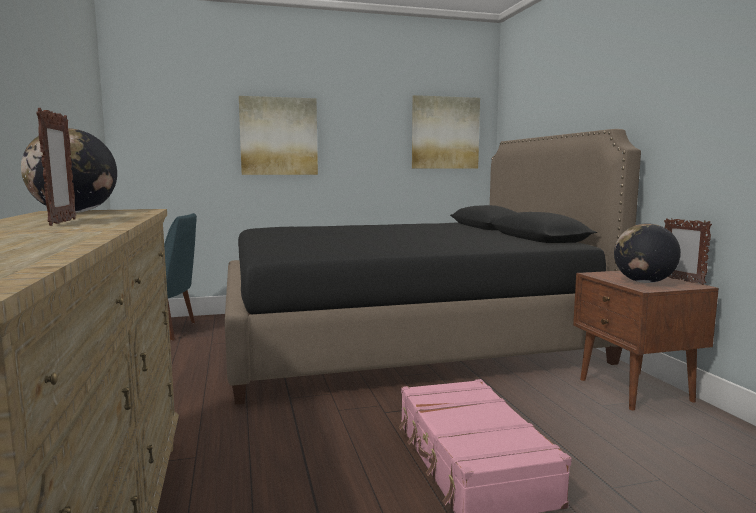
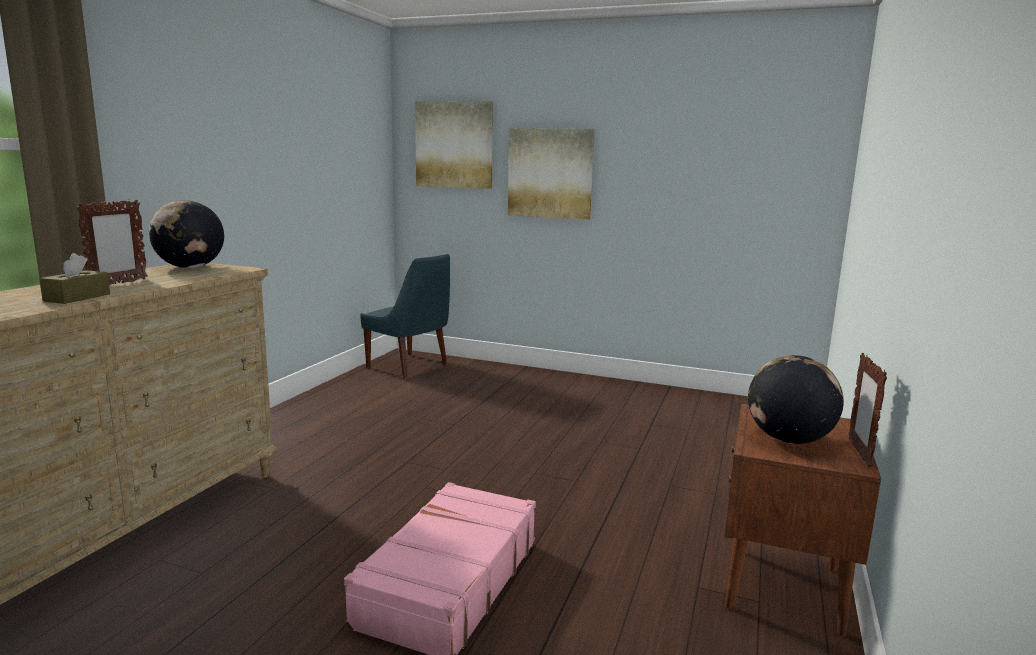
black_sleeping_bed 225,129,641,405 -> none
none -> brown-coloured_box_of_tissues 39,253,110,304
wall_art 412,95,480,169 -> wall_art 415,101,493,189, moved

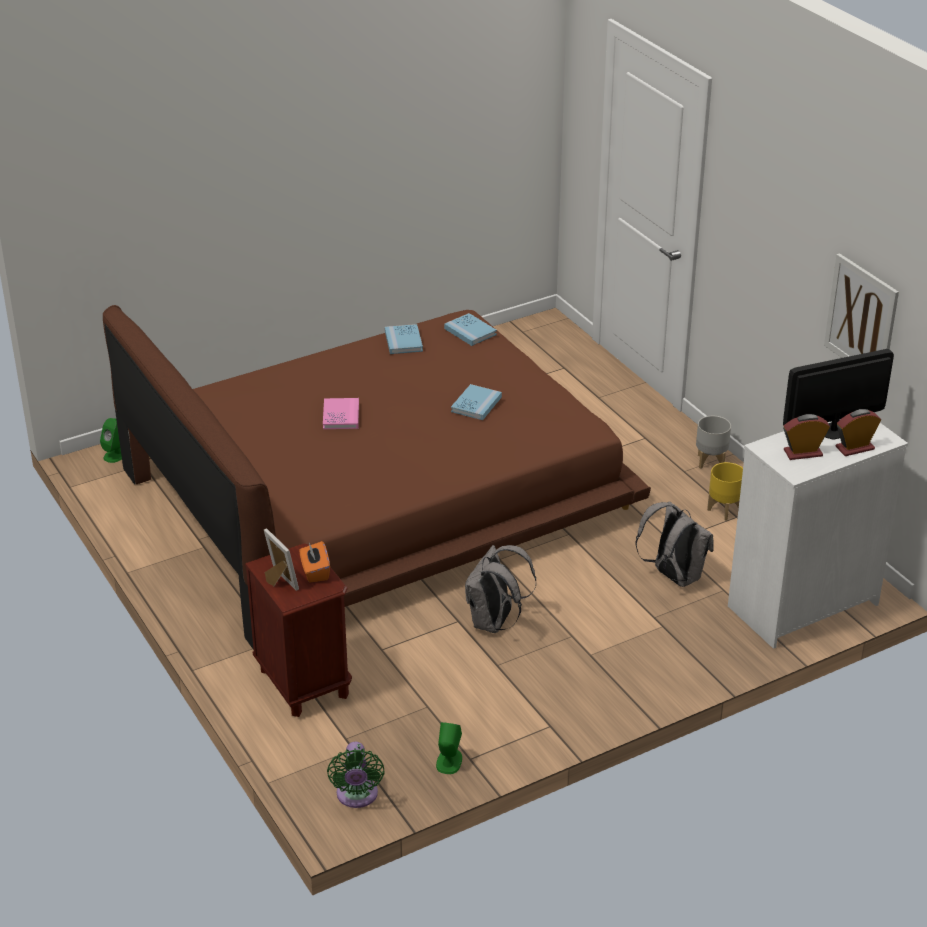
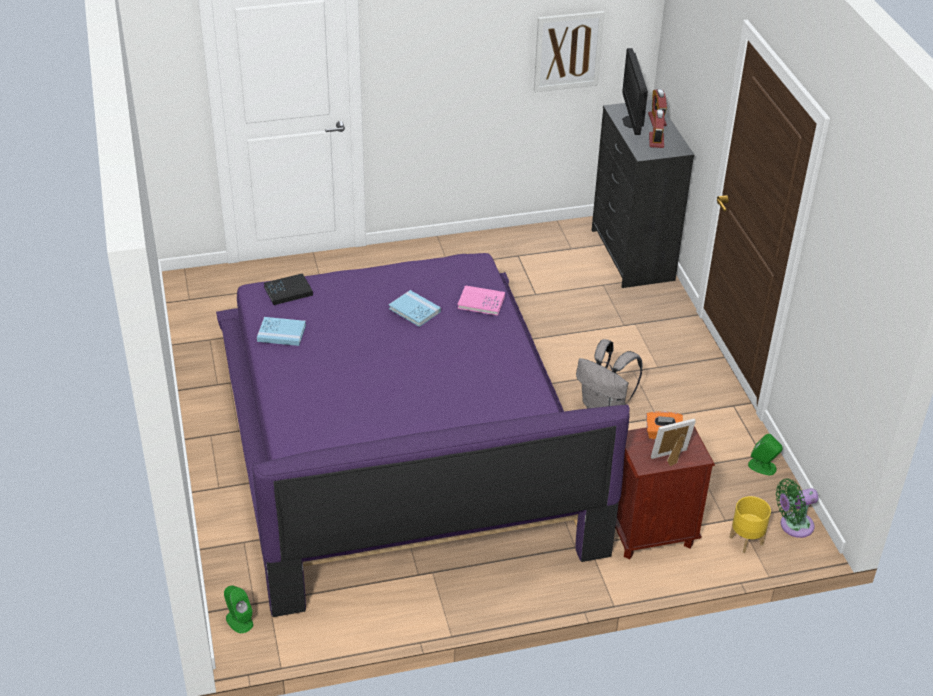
grey_knapsack 635,501,714,587 -> none
grey_flower_pot 696,416,731,469 -> none
pink-coloured_bound_book 323,398,359,429 -> pink-coloured_bound_book 457,285,505,316, moved
yellow_flower_pot 707,462,743,520 -> yellow_flower_pot 729,496,771,553, moved
brown-coloured_sleeping_bed 103,305,651,650 -> purple_sleeping_bed 216,253,630,617
bluish_bound_book 444,313,497,346 -> black_bound_book 264,273,313,305
whitish_dresser 728,419,908,649 -> black_dresser 592,100,694,288
green_fan 327,742,385,808 -> green_fan 776,478,818,538, 150 degrees clockwise

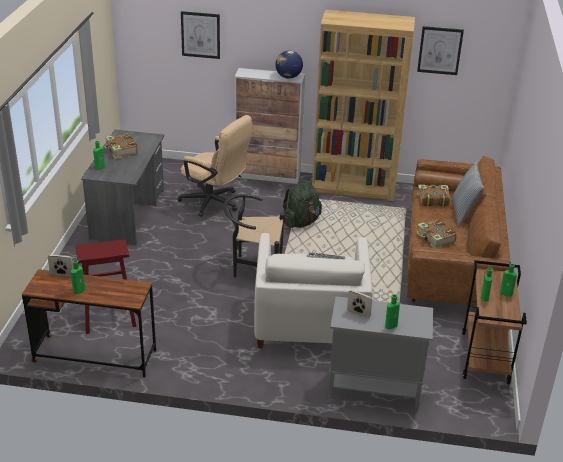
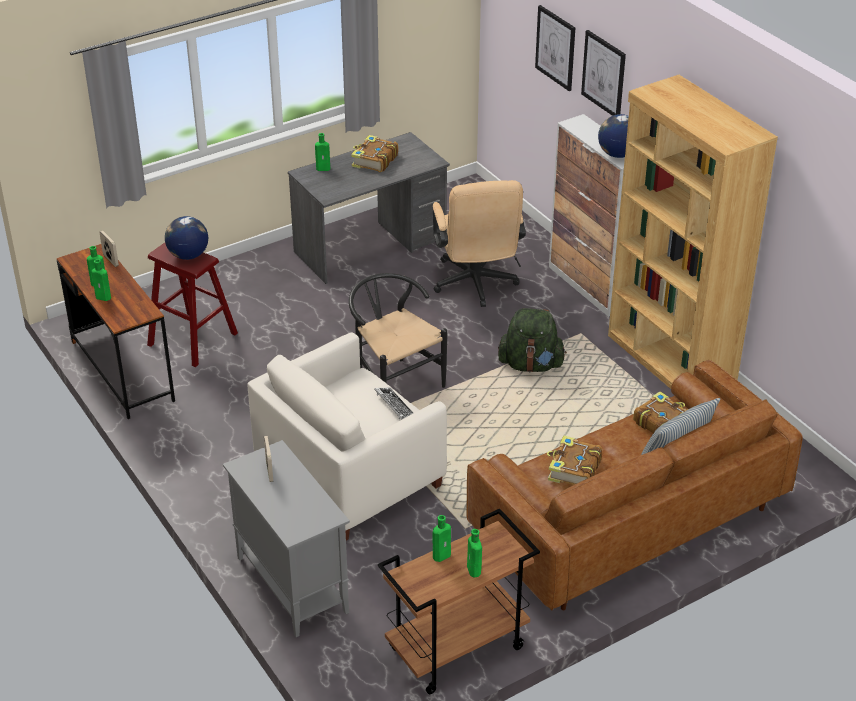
none -> globe 165,216,208,260
green_beverage_bottle 385,294,400,329 -> green_beverage_bottle 91,259,111,301, moved
wall_art 417,26,464,75 -> wall_art 581,30,626,116, moved

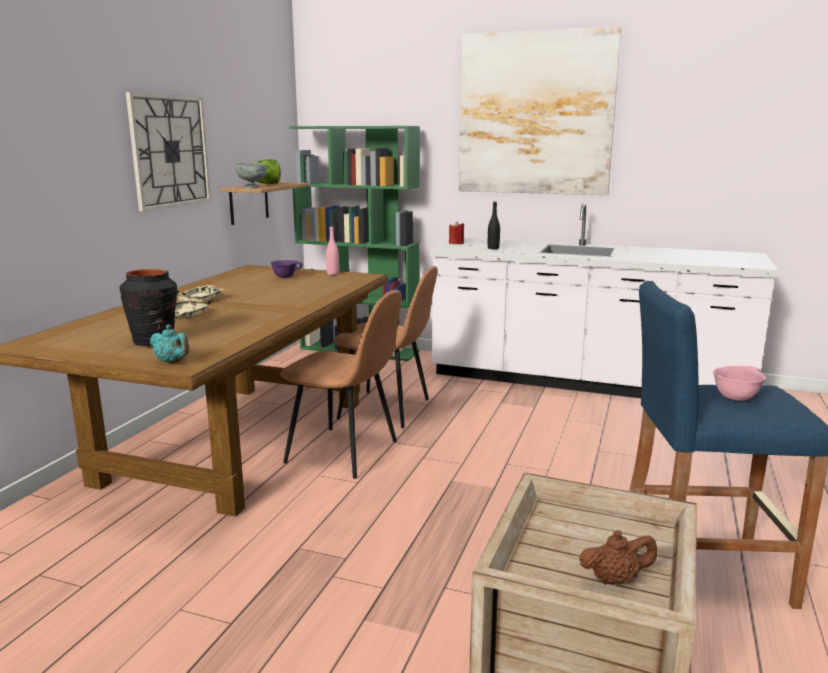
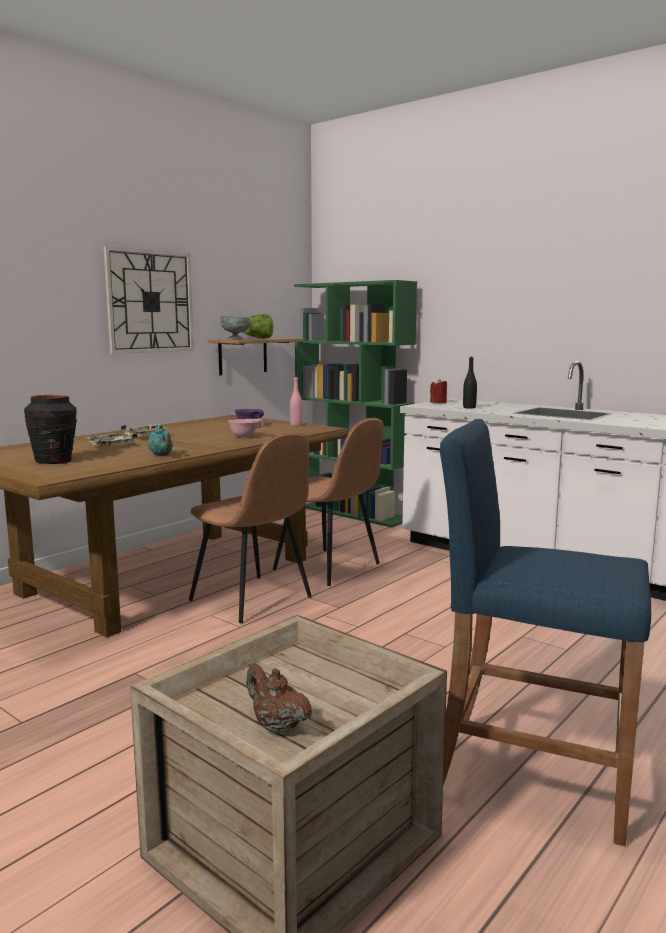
wall_art 459,26,622,195 -> none
turquoise_teapot 150,324,189,363 -> turquoise_teapot 148,425,173,456, moved
pink-coloured_serving_bowl 713,366,766,401 -> pink-coloured_serving_bowl 228,419,264,438, moved
brown-coloured_teapot 579,530,657,585 -> brown-coloured_teapot 246,664,312,734, 150 degrees counterclockwise

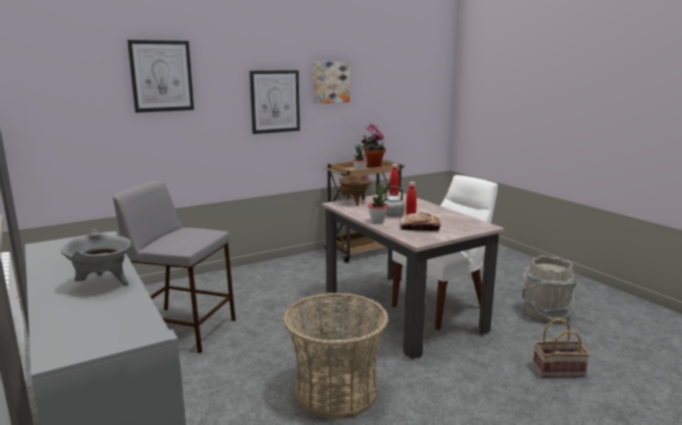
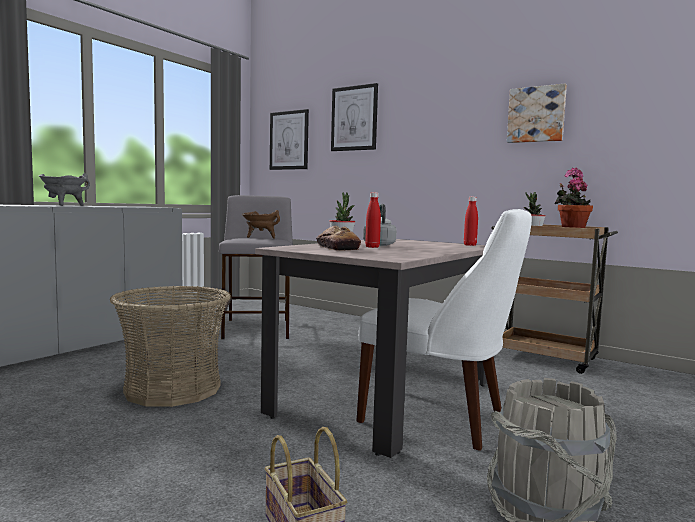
wall_art 250,70,300,134 -> wall_art 270,109,309,170, moved
brown-coloured_stockpot 339,173,372,206 -> brown-coloured_stockpot 242,210,280,239, moved

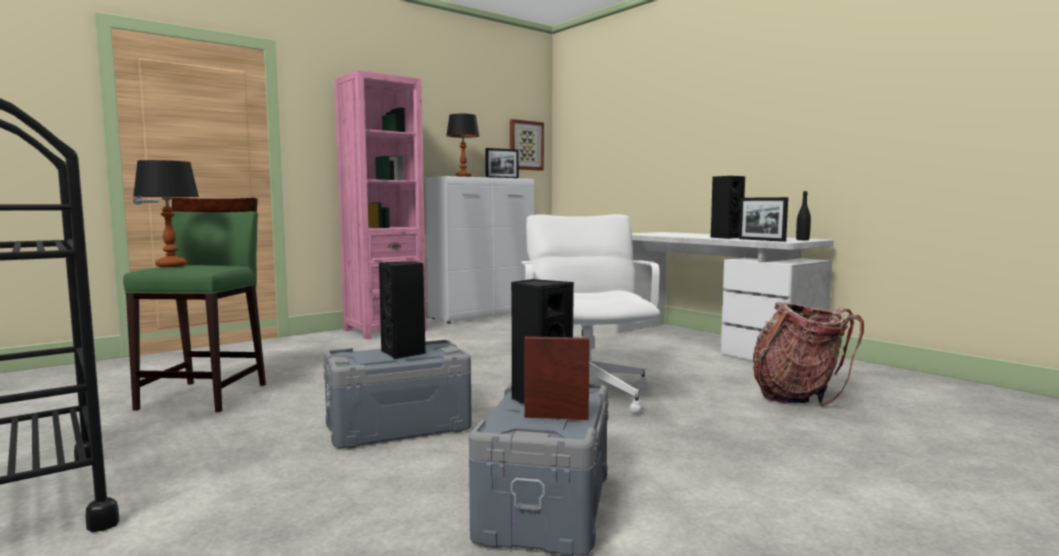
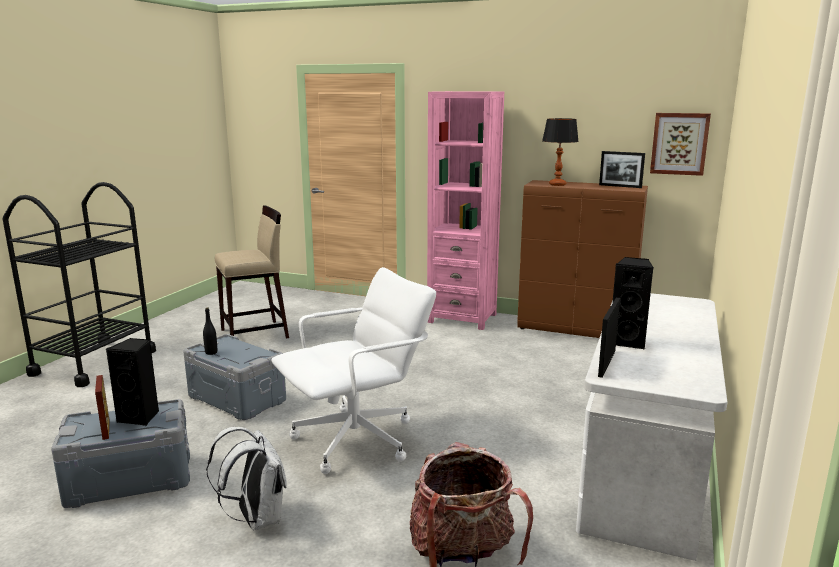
table_lamp 133,160,199,267 -> none
black_audio_speaker 379,261,426,359 -> none
none -> whitish_knapsack 206,427,287,530
black_beverage_bottle 796,191,811,240 -> black_beverage_bottle 203,308,217,355, moved
green_stool 123,198,266,412 -> beige_stool 215,205,289,339
whitish_storage_cabinet 425,176,534,324 -> brown-coloured_storage_cabinet 517,180,648,338

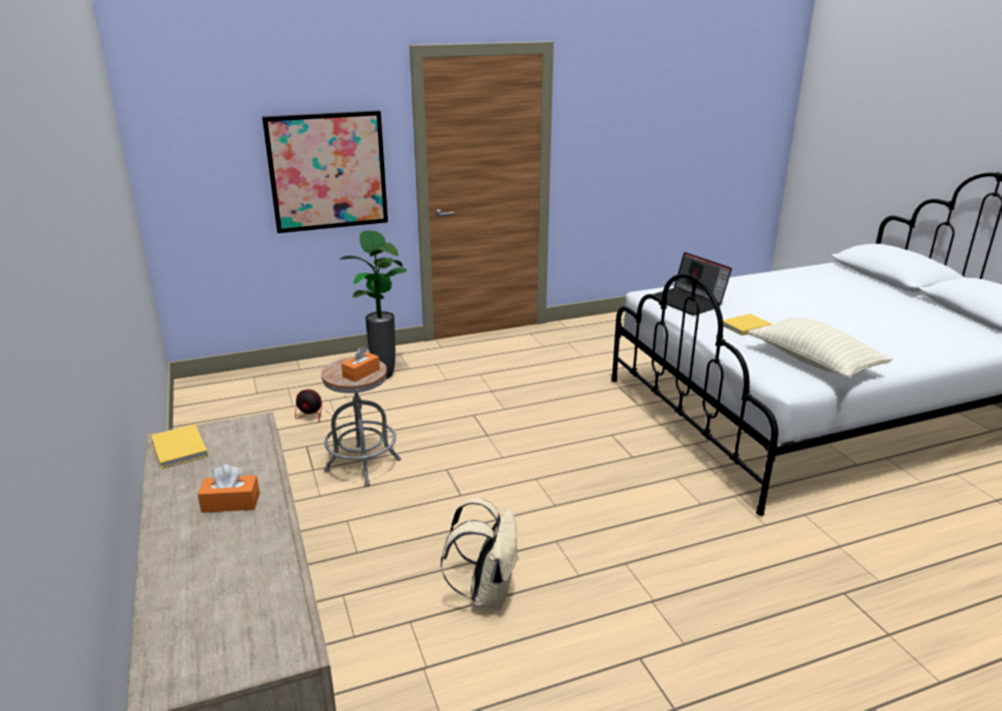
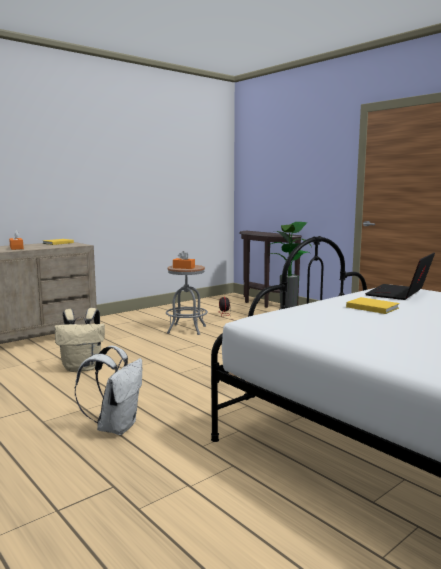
wall_art 262,110,388,233 -> none
beige_throw_pillow 747,318,892,379 -> none
none -> whitish_knapsack 75,346,142,435
none -> brown-coloured_hall_table 239,231,302,308

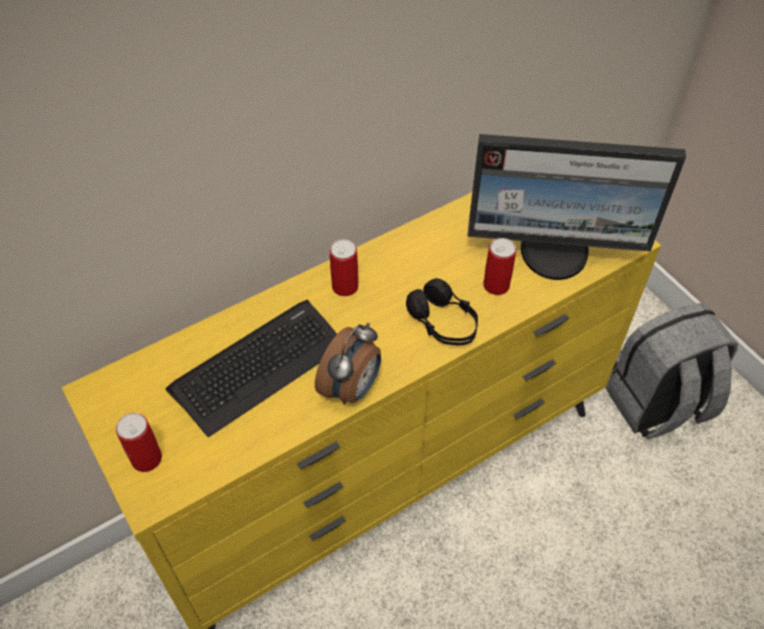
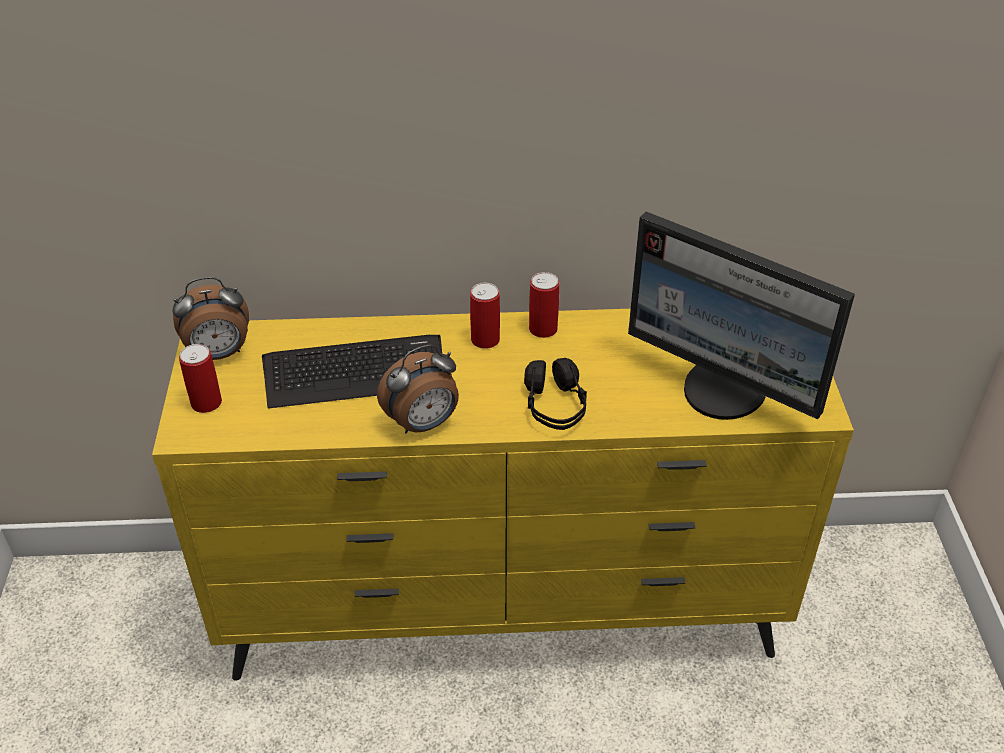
grey_knapsack 606,303,738,439 -> none
none -> bedside_clock 172,277,249,360
metal_can 483,238,516,295 -> metal_can 529,272,559,338, moved

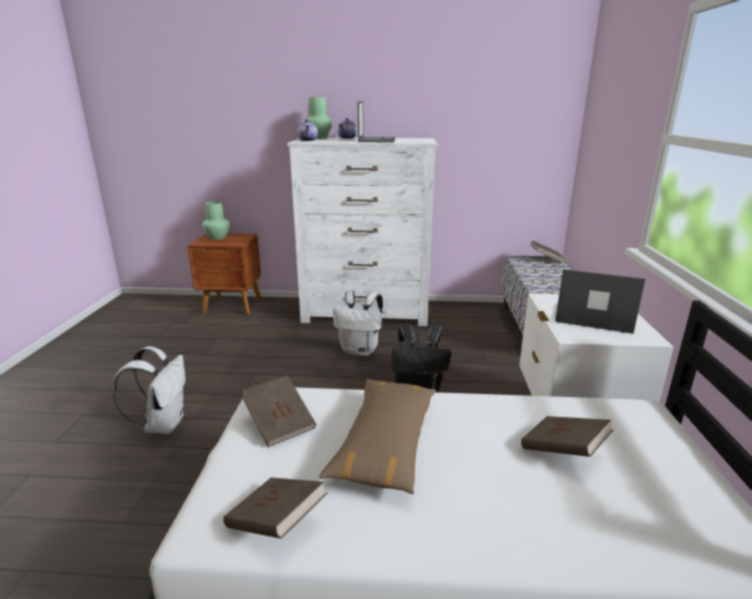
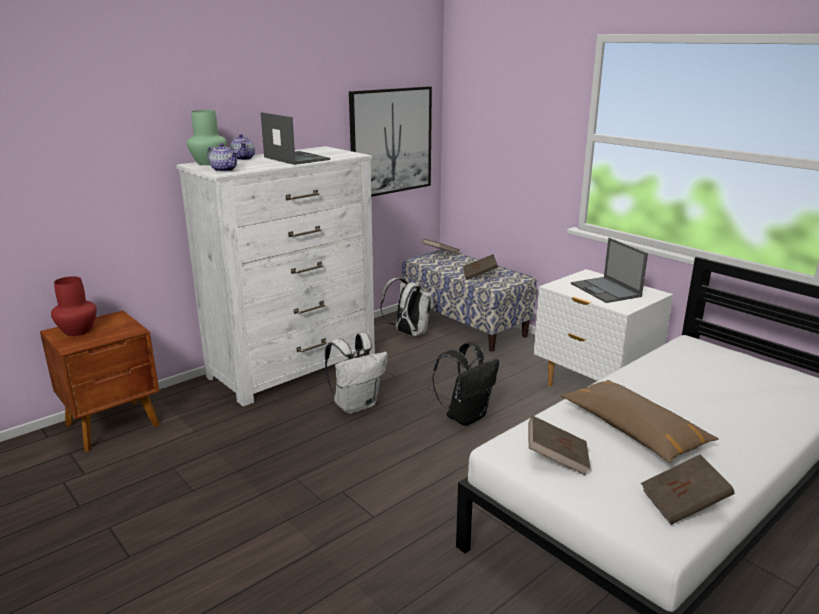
none -> wall_art 349,86,432,197
whitish_knapsack 113,346,185,434 -> whitish_knapsack 381,278,434,337, moved
brown-coloured_bound_book 521,416,613,457 -> brown-coloured_bound_book 463,254,498,280, moved
green_flower_vase 202,201,230,240 -> reddish_flower_vase 51,276,97,336
notebook_computer 555,269,646,334 -> notebook_computer 571,238,648,303, 90 degrees counterclockwise

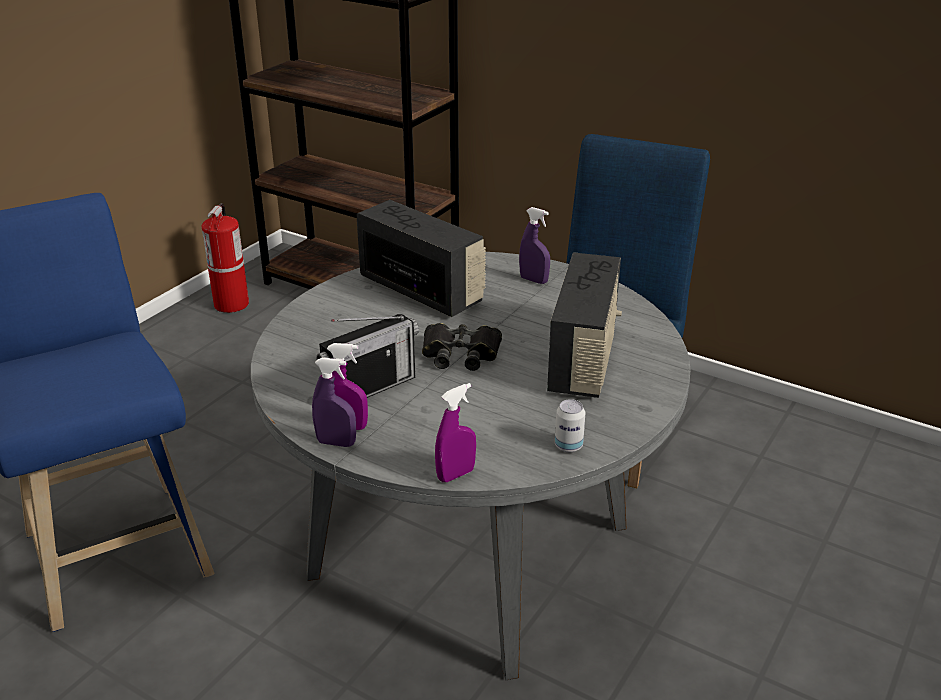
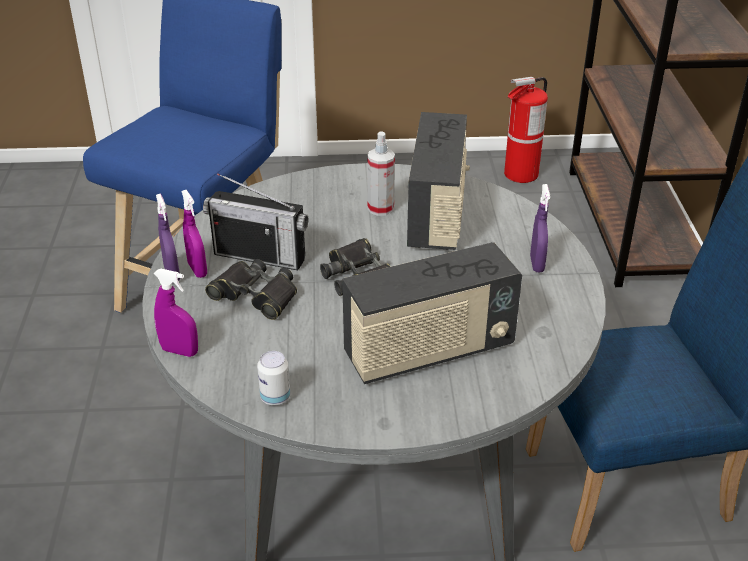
none -> black_binoculars 205,259,297,320
none -> hand_sprayer 367,132,395,216

